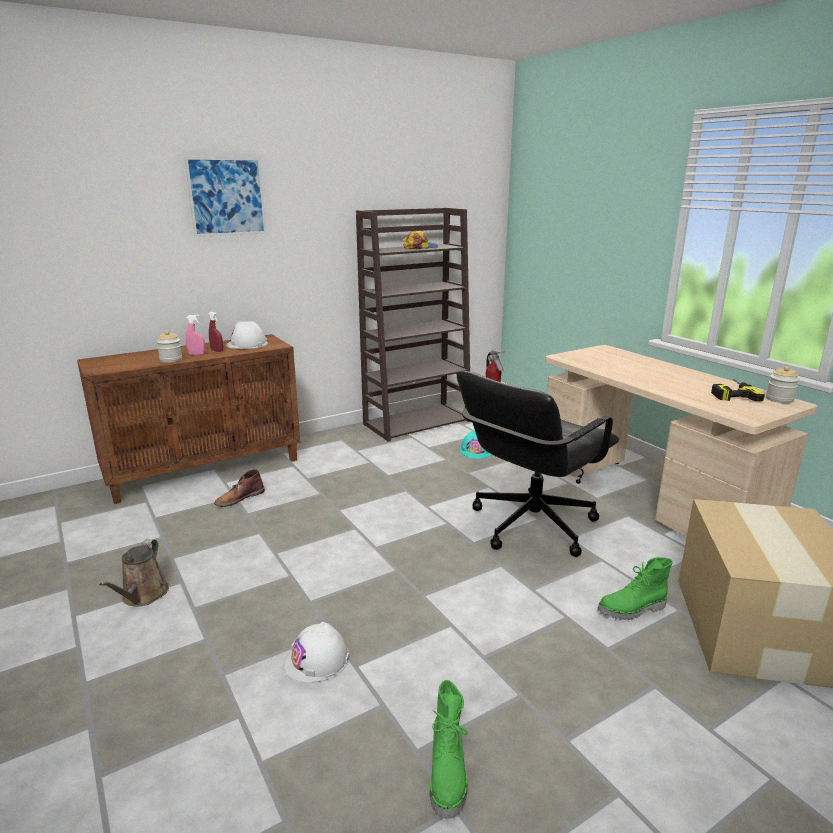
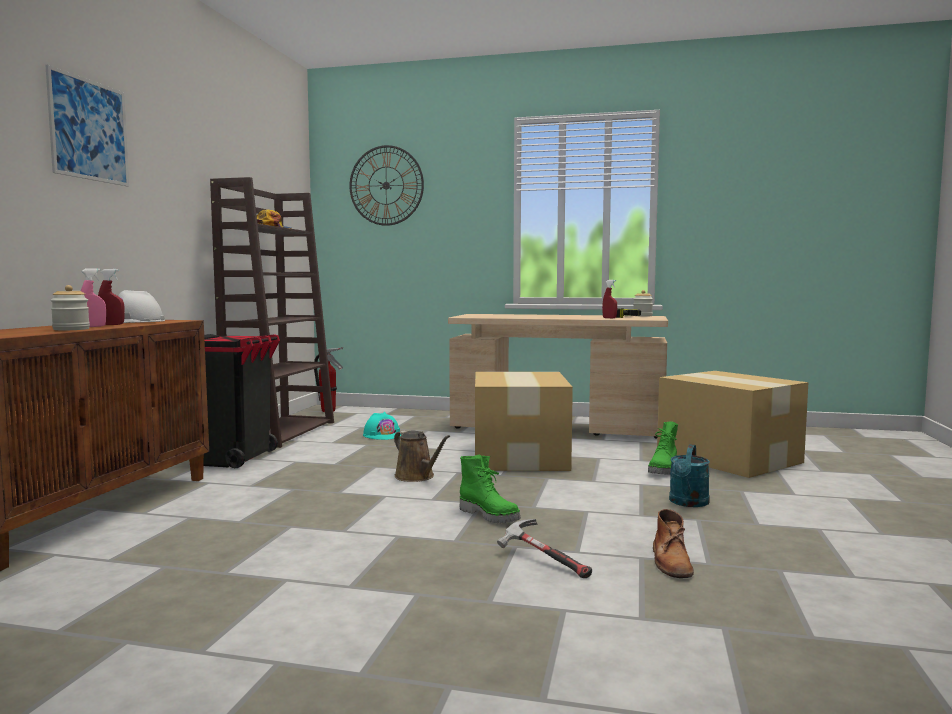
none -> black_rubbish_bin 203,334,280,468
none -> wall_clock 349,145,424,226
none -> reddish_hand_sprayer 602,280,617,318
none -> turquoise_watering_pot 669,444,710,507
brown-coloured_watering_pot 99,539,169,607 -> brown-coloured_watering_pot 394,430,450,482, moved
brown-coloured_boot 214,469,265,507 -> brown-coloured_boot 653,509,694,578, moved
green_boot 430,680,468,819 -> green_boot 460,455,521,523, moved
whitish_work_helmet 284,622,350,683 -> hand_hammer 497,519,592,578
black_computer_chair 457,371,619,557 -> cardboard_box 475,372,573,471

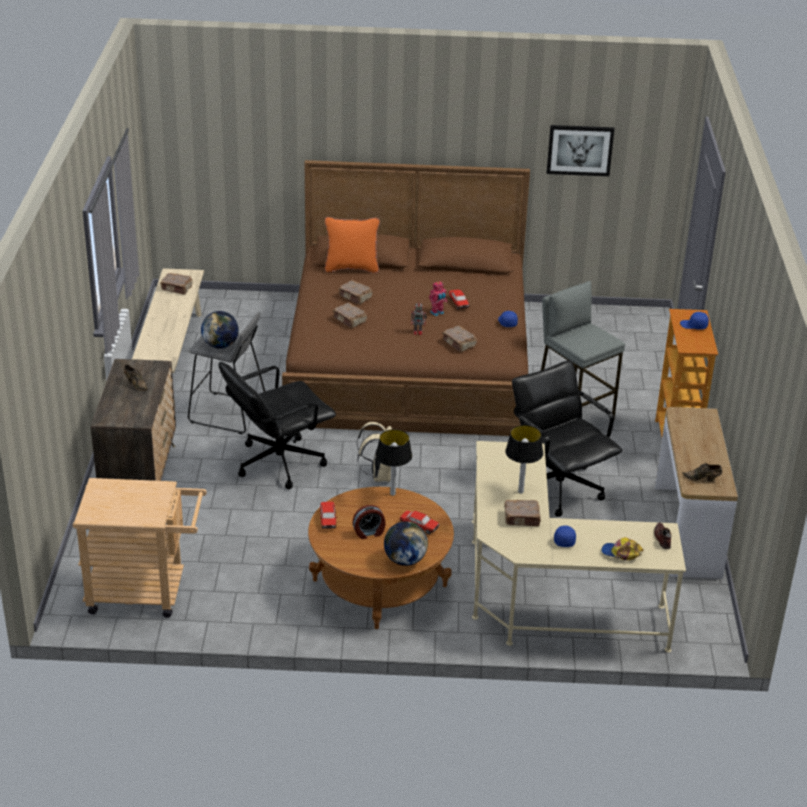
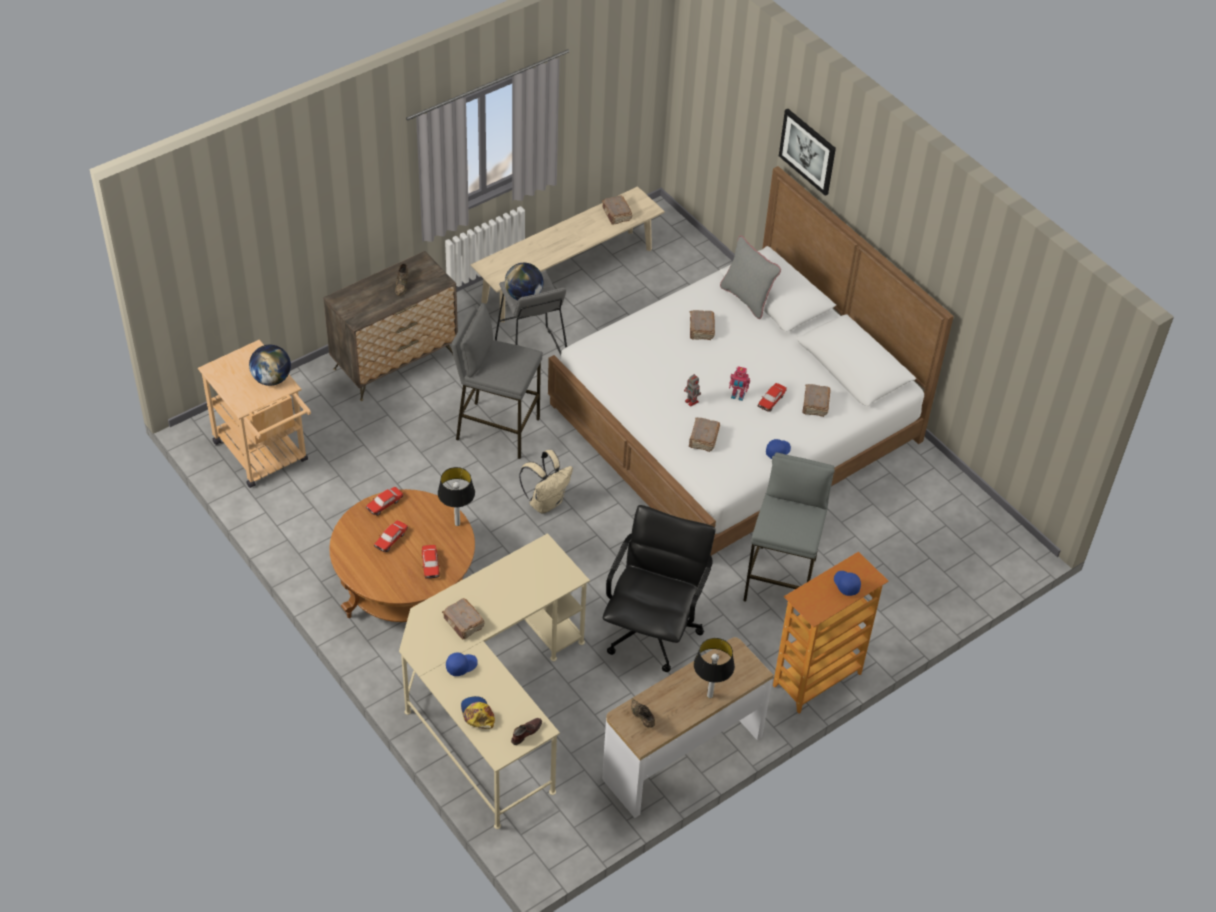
brown-coloured_bound_book 333,303,367,328 -> brown-coloured_bound_book 802,384,830,417, moved
globe 384,521,428,566 -> globe 249,345,291,386, moved
table_lamp 505,425,543,494 -> table_lamp 694,638,735,698, moved
wall_art 547,125,615,176 -> wall_art 779,109,836,196, moved
black_computer_chair 219,362,336,489 -> grey_stool 451,303,543,459
bedside_clock 353,505,386,539 -> miniature_car 374,520,408,552
brown-coloured_sleeping_bed 282,160,530,436 -> whitish_sleeping_bed 548,166,954,556
orange-coloured_throw_pillow 325,217,380,273 -> grey_throw_pillow 720,235,781,319

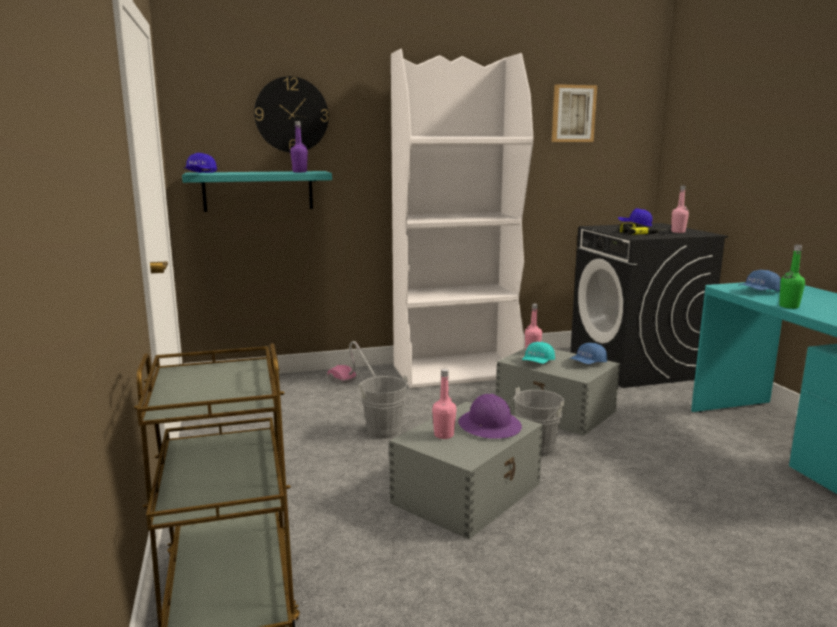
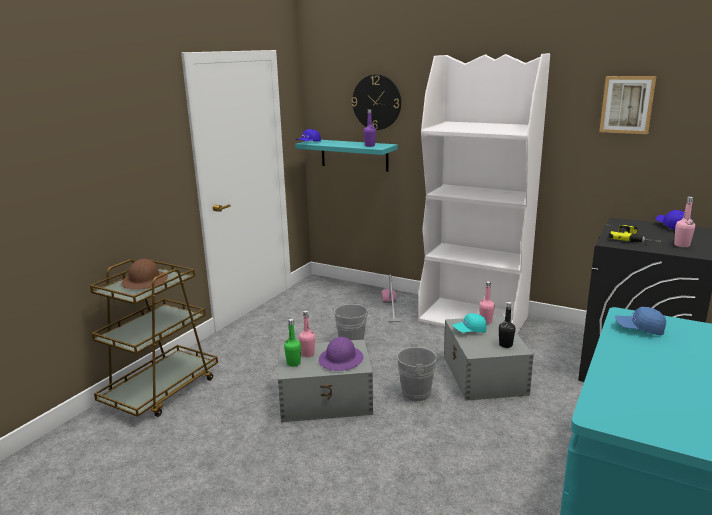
none -> brown-coloured_work_helmet 121,259,168,290
green_beverage_bottle 779,245,805,309 -> green_beverage_bottle 284,319,301,367, moved
bluish_baseball_cap 570,343,607,364 -> black_beverage_bottle 499,302,516,348

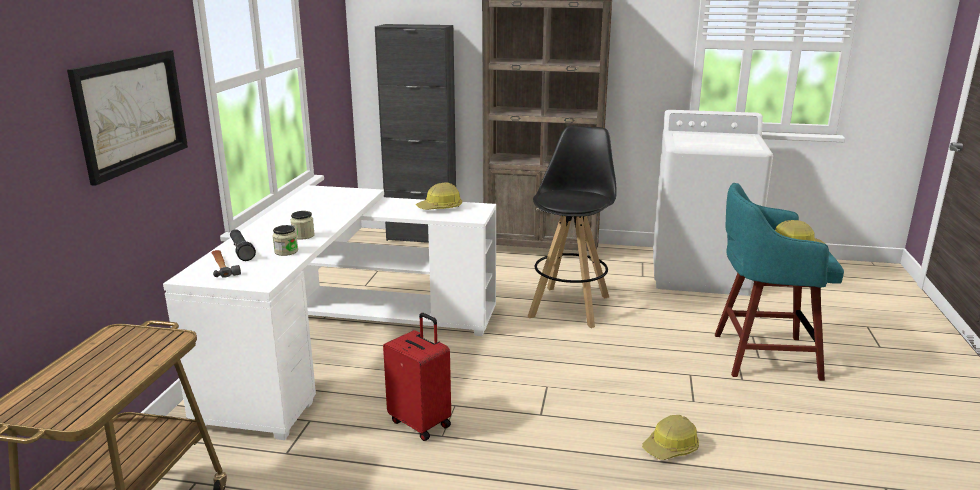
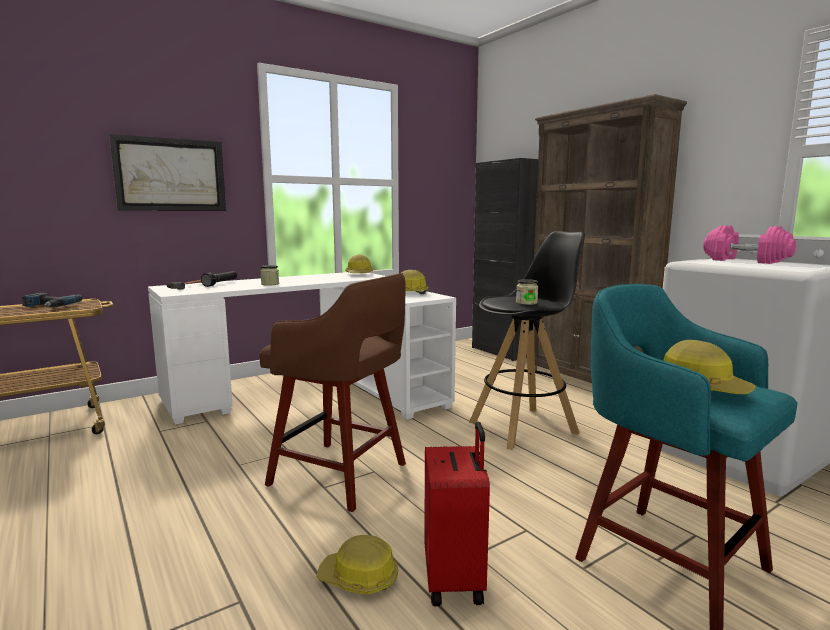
none -> electric_drill 22,292,82,307
none -> brown-coloured_stool 259,273,406,512
none -> work_helmet 346,254,373,273
none -> pink-coloured_dumbbell 704,225,796,264
jar 272,225,298,256 -> jar 516,279,538,305, moved
reddish_piece_of_luggage 383,313,451,441 -> reddish_piece_of_luggage 424,421,490,606, moved

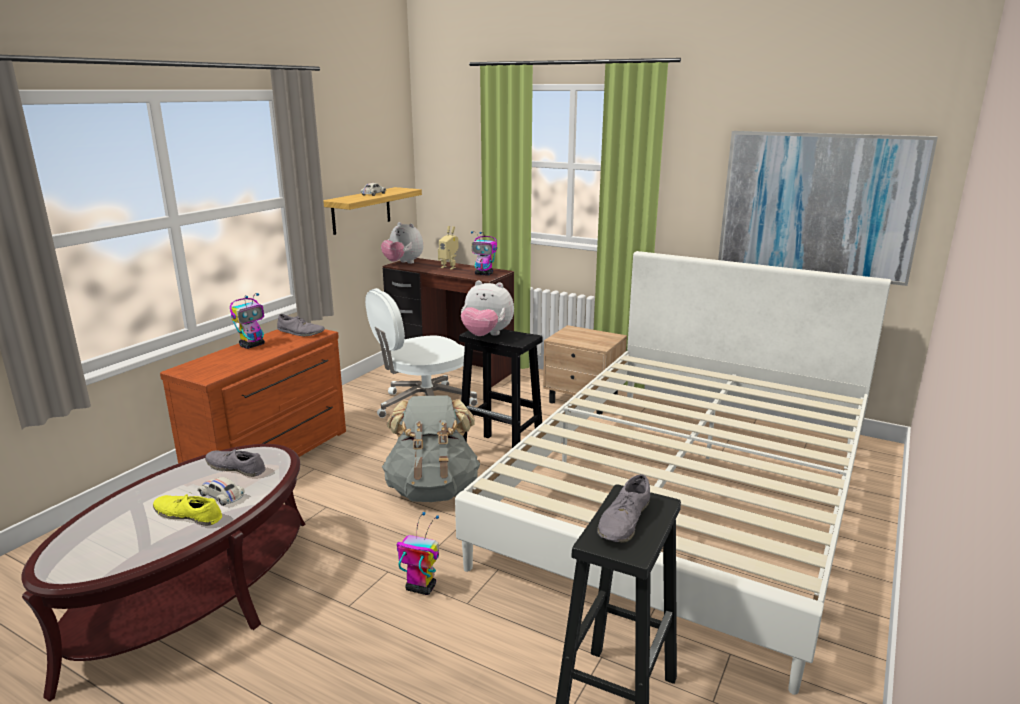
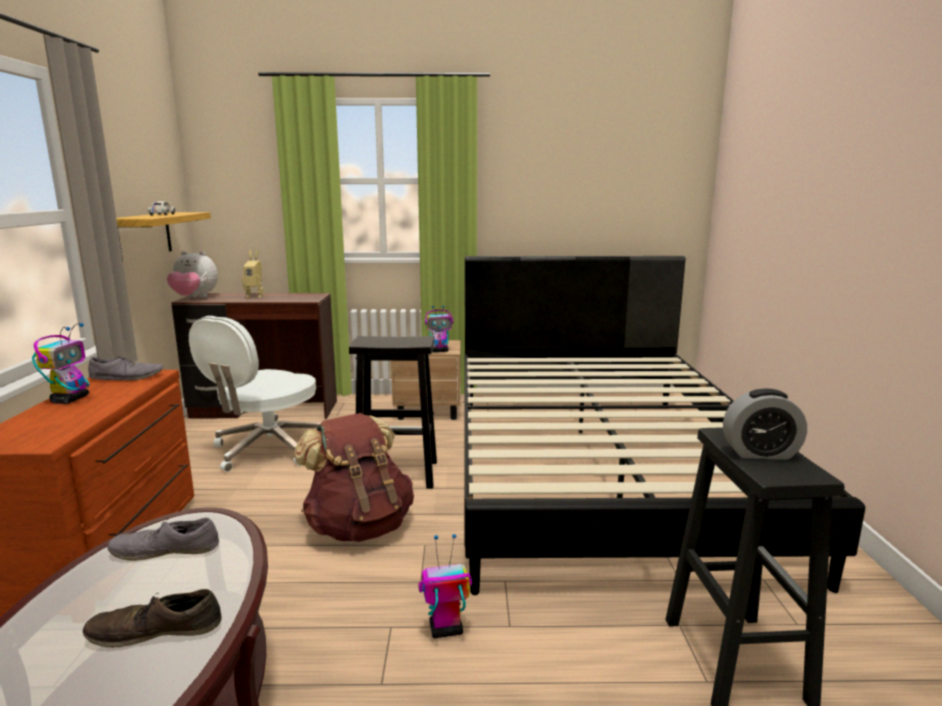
whitish_miniature_car 197,477,245,506 -> none
cuddly_toy 461,280,514,336 -> none
wall_art 718,131,938,286 -> none
robot_figure 471,231,497,276 -> robot_figure 425,305,453,352, moved
grey_shoe 597,474,650,543 -> bedside_clock 723,388,807,459
yellow_shoe 153,494,222,526 -> brown-coloured_shoe 83,589,221,648
grey_knapsack 382,395,480,502 -> brown-coloured_knapsack 294,413,414,542
whitish_sleeping_bed 455,251,891,695 -> black_sleeping_bed 464,256,865,595

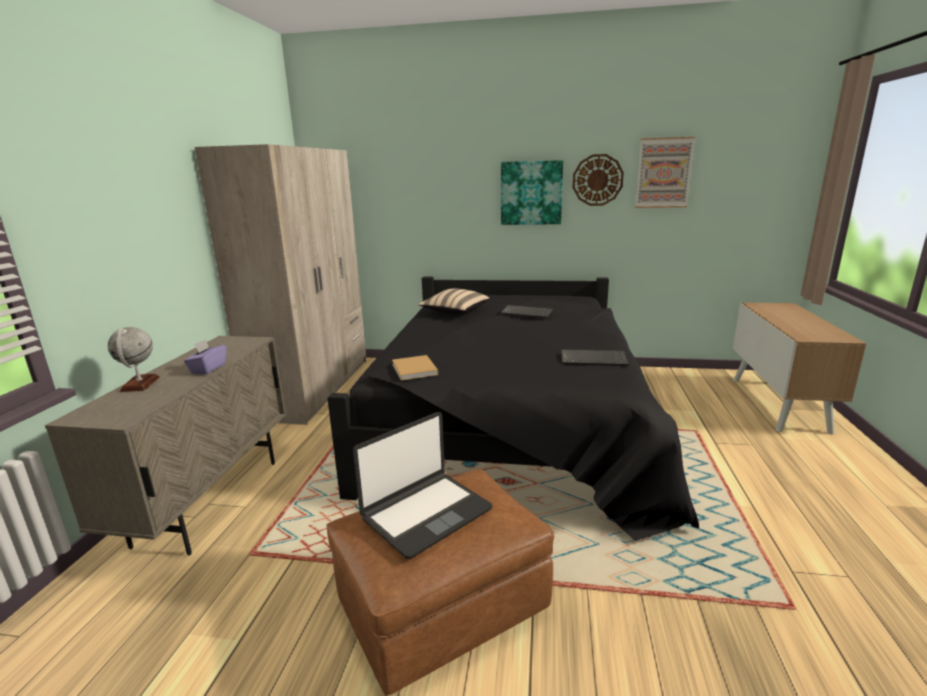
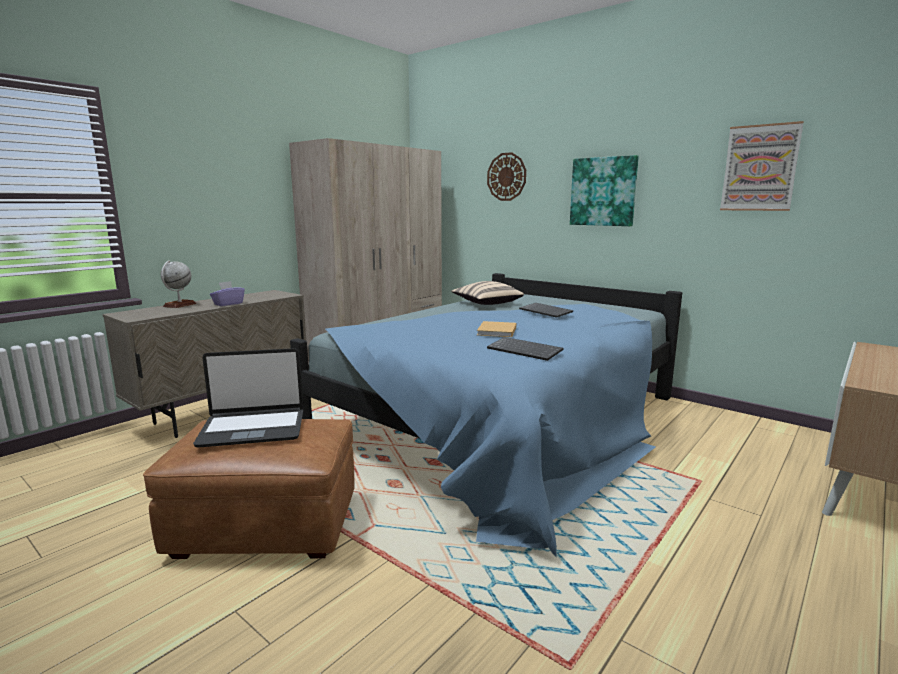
beige_bound_book 392,355,438,380 -> beige_bound_book 477,321,516,337, moved
wall_clock 573,154,624,206 -> wall_clock 487,152,526,201, moved
black_sleeping_bed 327,276,699,541 -> bluish_sleeping_bed 290,273,682,556

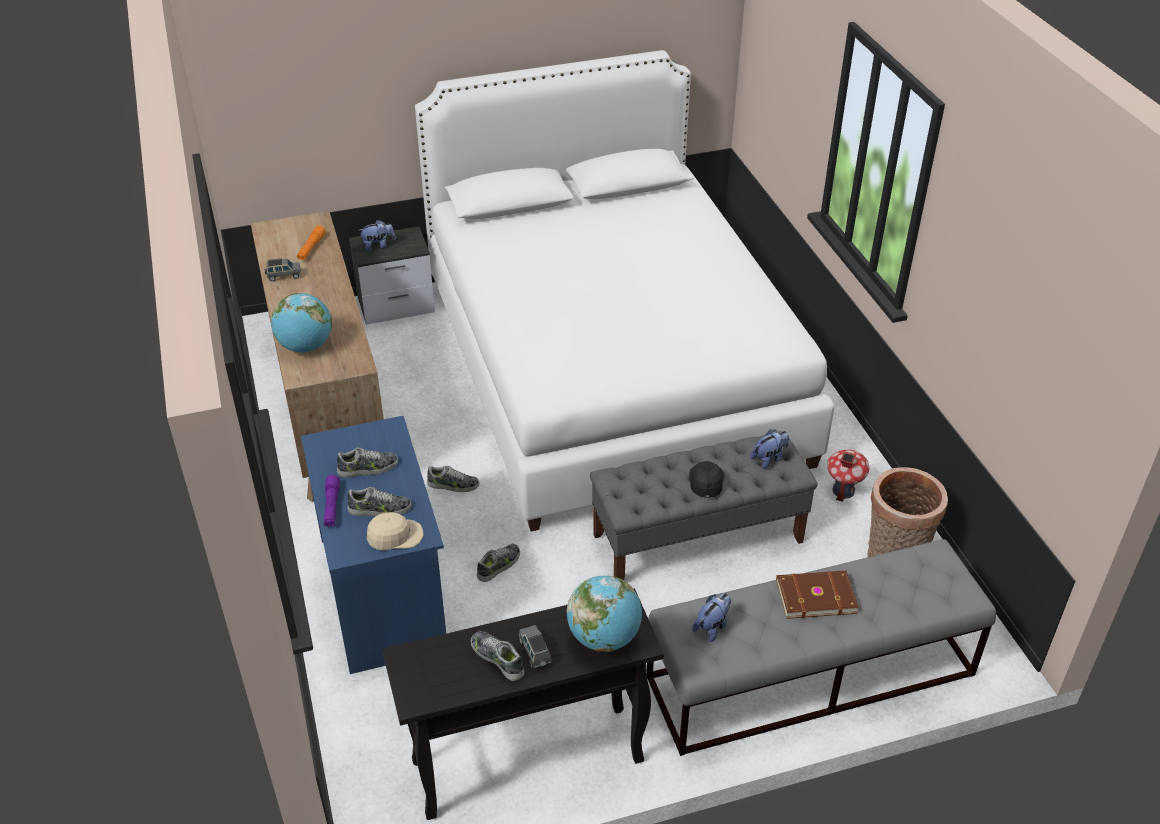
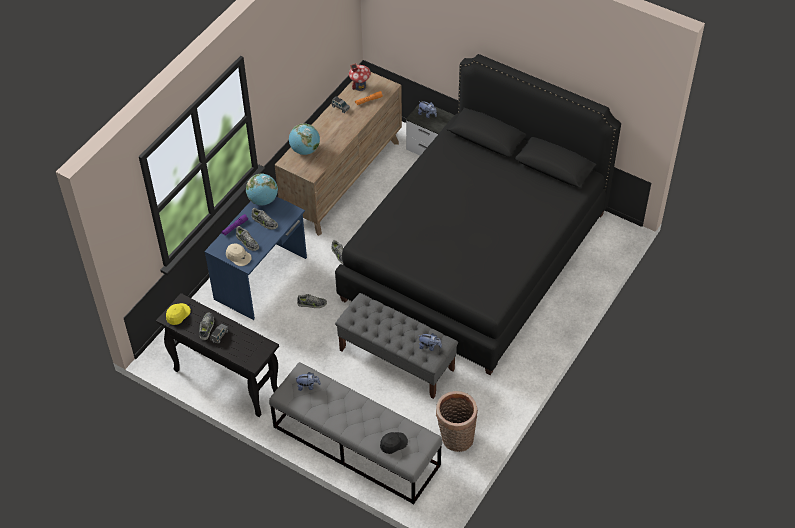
brown-coloured_bound_book 776,570,859,619 -> none
none -> yellow_baseball_cap 166,303,191,325
globe 567,576,642,652 -> globe 246,174,278,206, moved
black_baseball_cap 689,461,724,498 -> black_baseball_cap 380,432,408,454, moved
miniature_house 827,449,869,502 -> miniature_house 349,63,371,91, moved
whitish_sleeping_bed 415,50,834,532 -> black_sleeping_bed 335,54,621,375

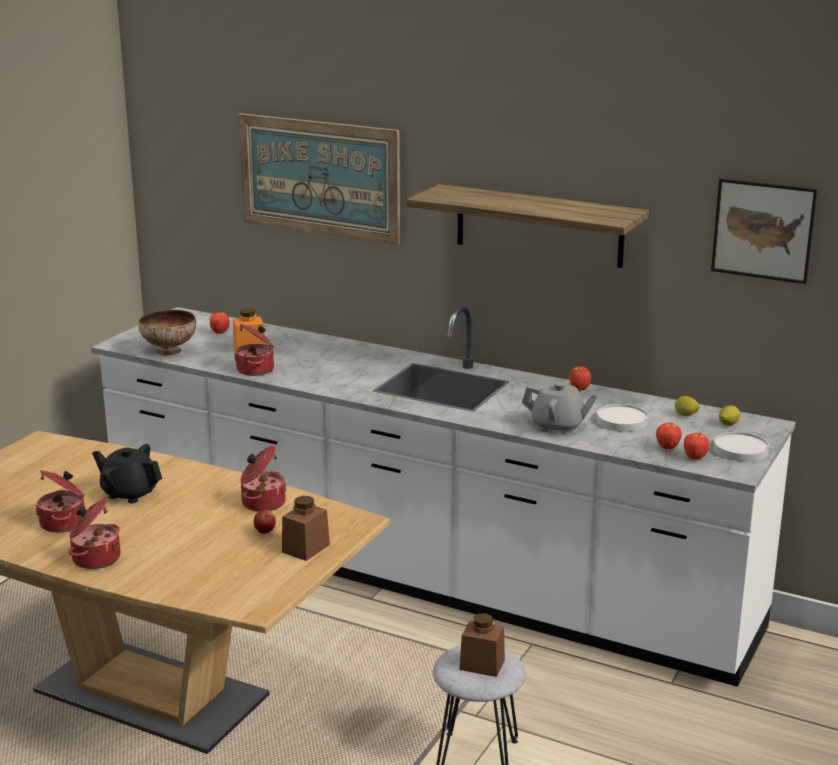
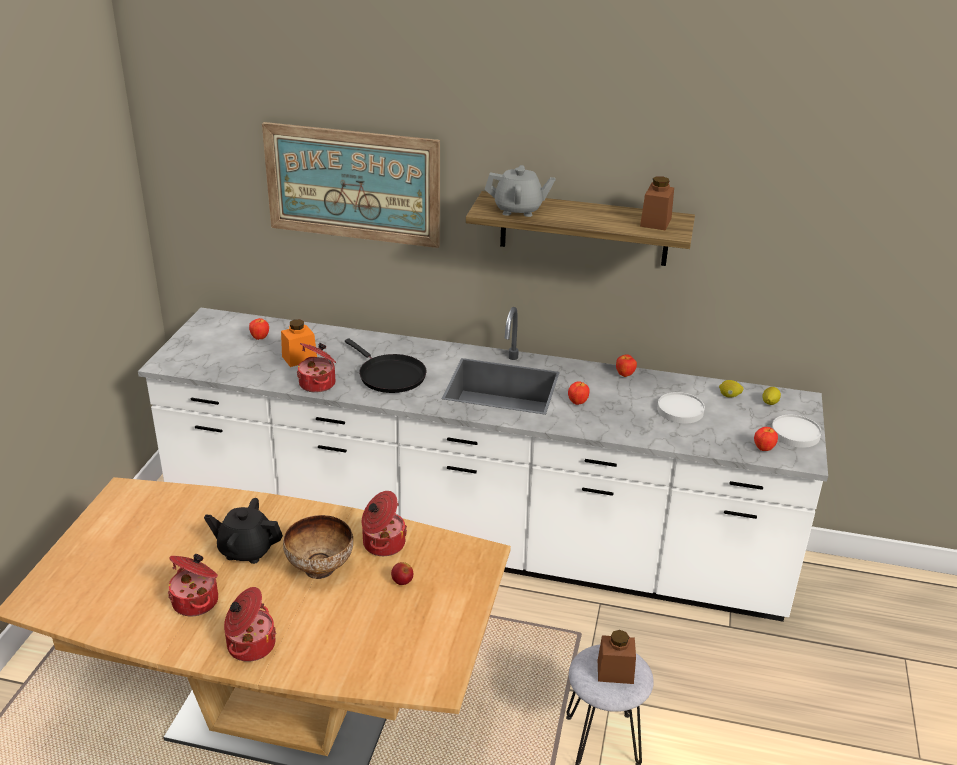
wall_art 711,178,818,284 -> none
none -> black_skillet 345,338,426,393
serving_bowl 138,310,196,355 -> serving_bowl 283,515,353,579, moved
brown-coloured_jar 282,496,330,561 -> brown-coloured_jar 640,176,674,231, moved
grey_teapot 522,379,598,435 -> grey_teapot 484,165,556,217, moved
apple 656,422,682,449 -> apple 568,381,590,405, moved

